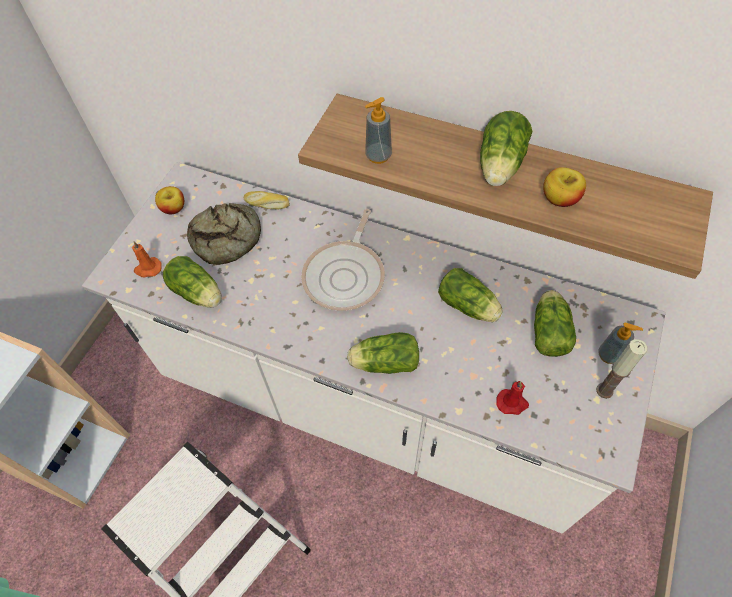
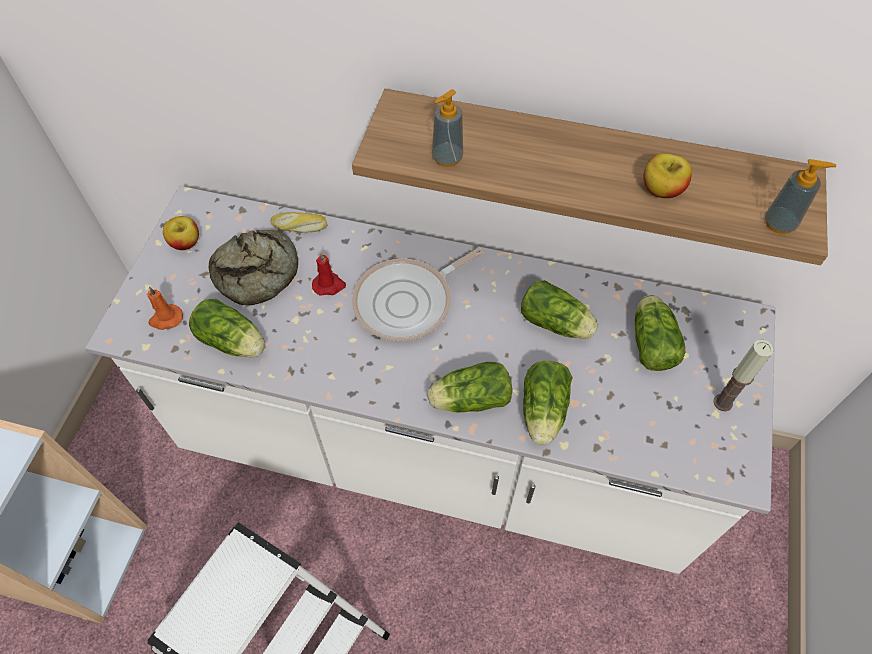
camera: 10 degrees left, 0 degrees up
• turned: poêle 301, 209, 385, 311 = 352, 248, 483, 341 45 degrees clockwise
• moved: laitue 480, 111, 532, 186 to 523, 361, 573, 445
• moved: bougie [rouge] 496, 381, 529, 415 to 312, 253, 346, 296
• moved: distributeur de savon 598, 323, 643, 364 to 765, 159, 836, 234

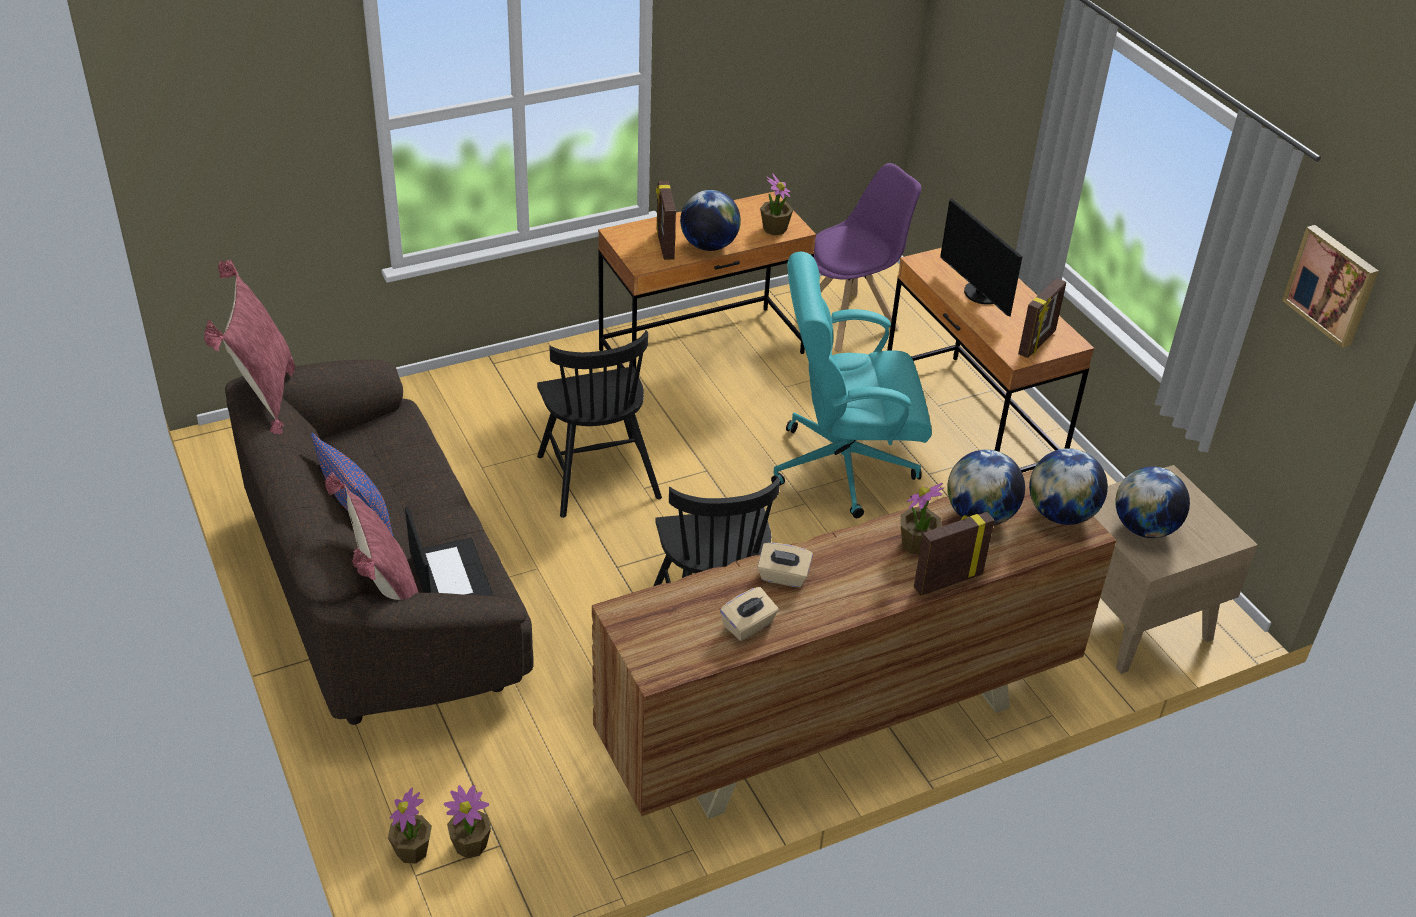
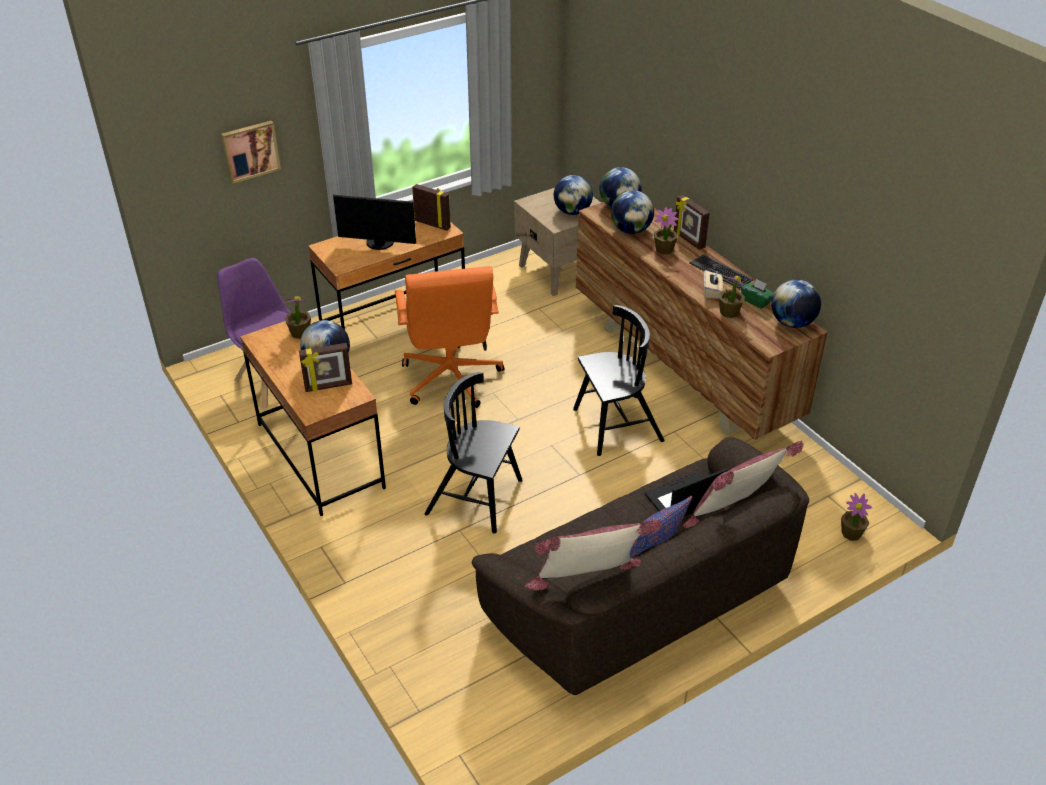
camera: 95 degrees left, 0 degrees up
• moved: plante en pot 444, 785, 491, 859 to 719, 274, 745, 318
• turned: chaise [noir] 537, 330, 662, 518 = 424, 372, 523, 533 135 degrees counterclockwise
• recoloured: boîte à mouchoirs [beige] 720, 587, 779, 641 to boîte à mouchoirs [vert] 741, 279, 774, 309
• recoloured: chaise de bureau [turquoise] 771, 252, 932, 518 to chaise de bureau [orange] 395, 266, 504, 408
• turned: écran d'ordinateur 940, 198, 1023, 317 = 333, 195, 416, 250 45 degrees clockwise
• moved: tableau 1282, 225, 1379, 348 to 221, 121, 281, 184
• added: clavier 689, 254, 753, 289
• added: globe 771, 279, 821, 328

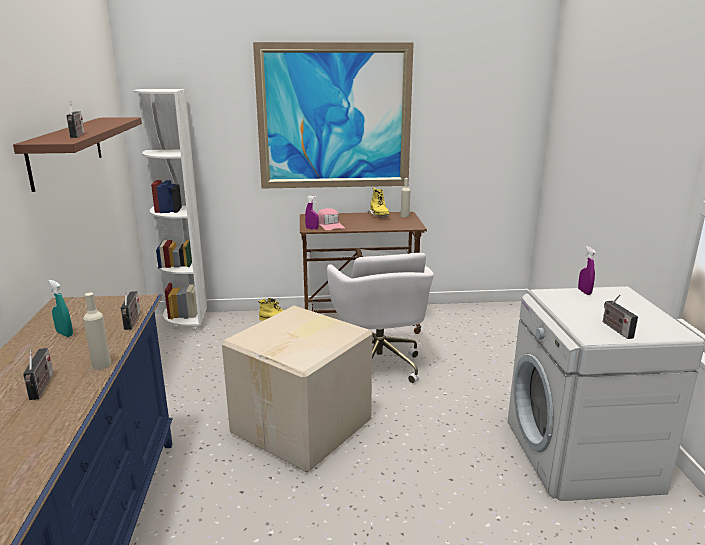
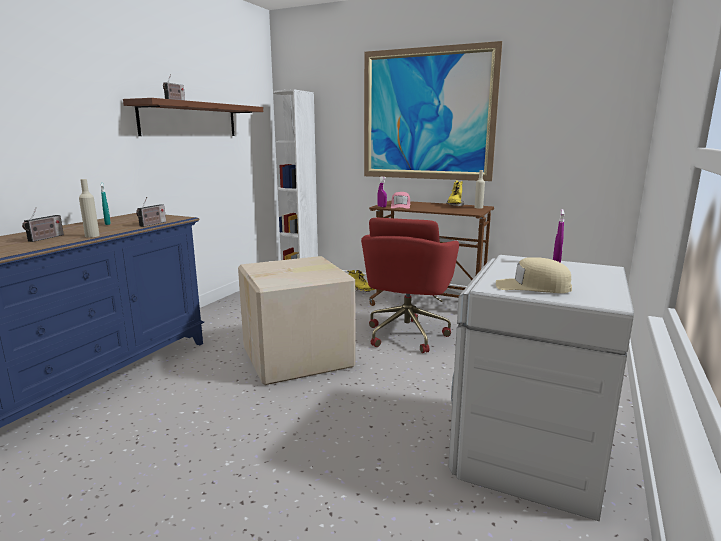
camera: 30 degrees right, 5 degrees down
• recoloured: chaise de bureau [blanc] 327, 253, 434, 383 to chaise de bureau [rouge] 361, 218, 459, 353
• replaced: radio 603, 294, 638, 339 to casquette [beige] 496, 257, 572, 293

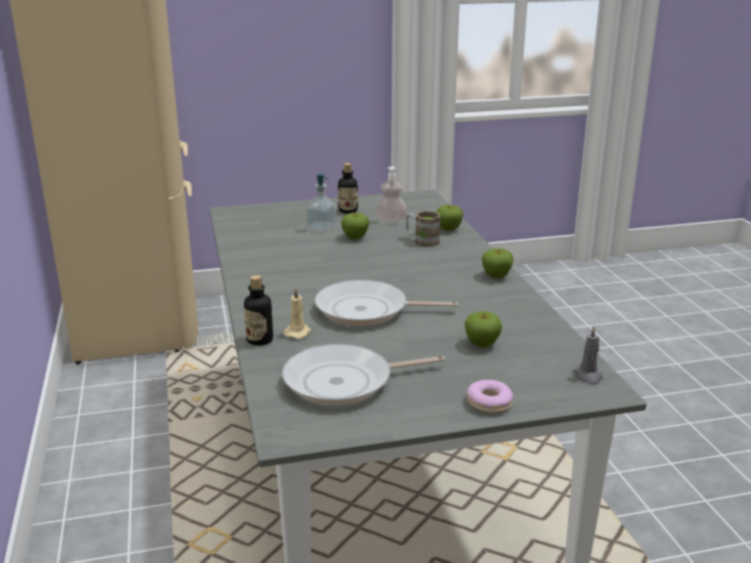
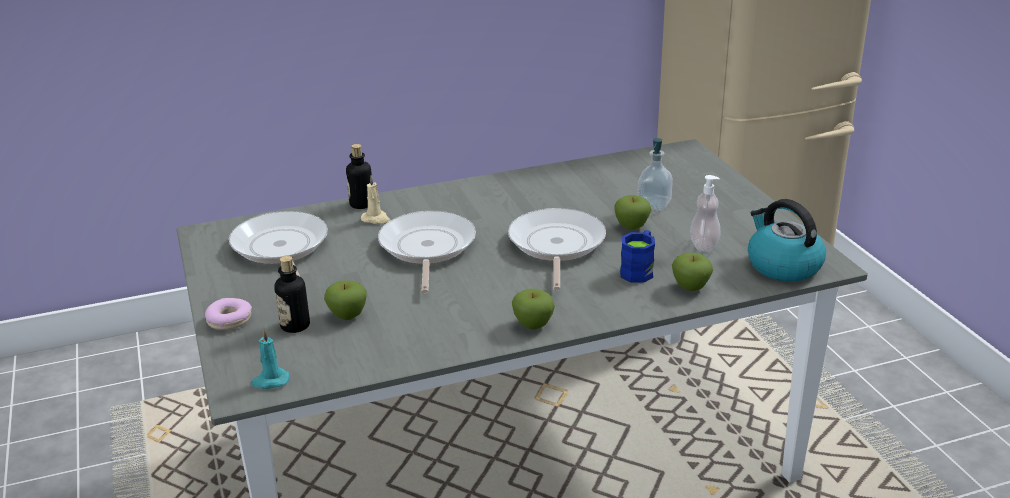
camera: 85 degrees right, 5 degrees up
• moved: bouteille 338, 163, 358, 214 to 274, 256, 310, 333
• recoloured: mug [marron] 406, 211, 441, 247 to mug [bleu] 620, 230, 655, 283
• recoloured: bougie [gris] 572, 327, 603, 385 to bougie [turquoise] 251, 329, 290, 389
• added: poêle 508, 208, 606, 290
• added: bouilloire 748, 199, 826, 281

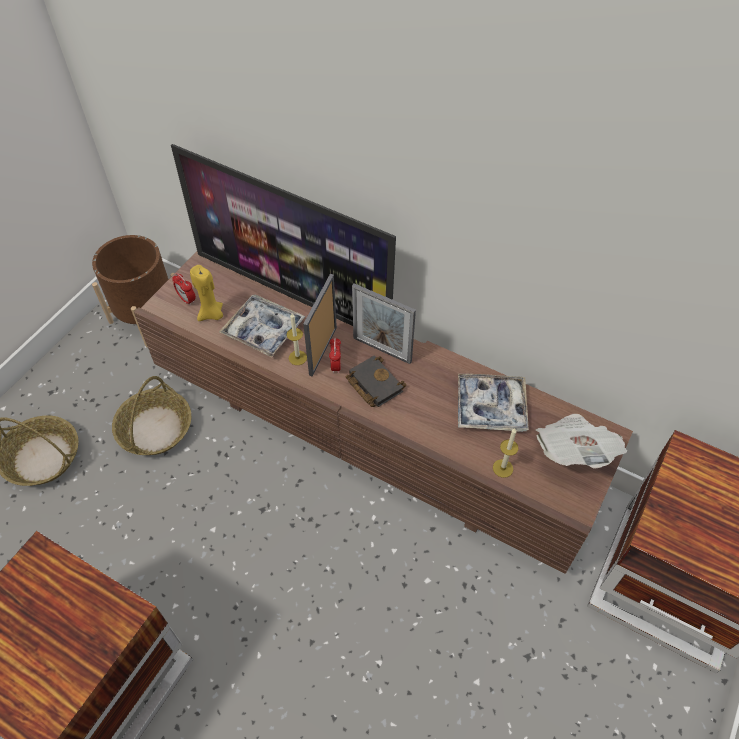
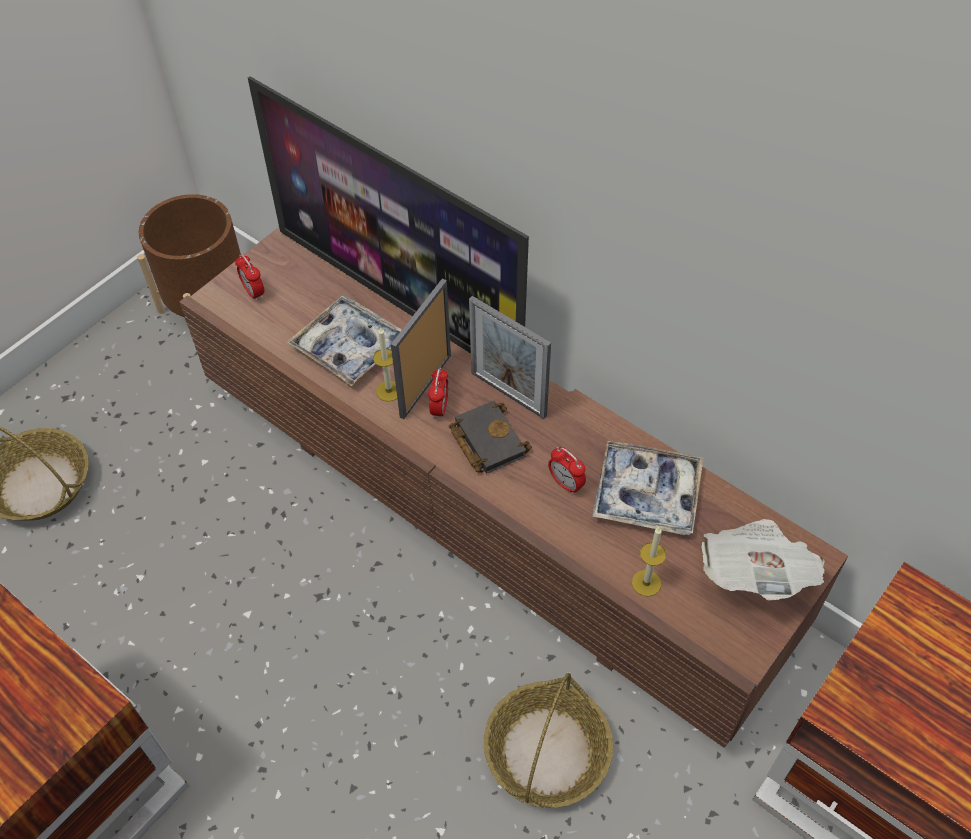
camera: 10 degrees right, 0 degrees up
• moved: panier 112, 376, 191, 455 to 484, 673, 613, 808
• removed: bougie [jaune] 190, 265, 223, 321
• added: réveil 548, 447, 586, 494

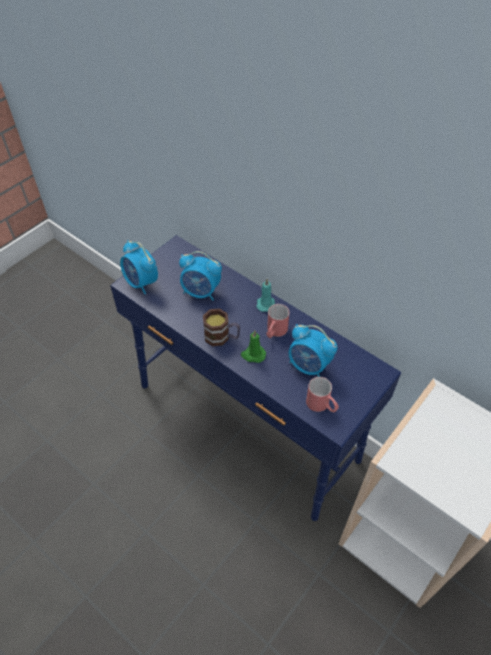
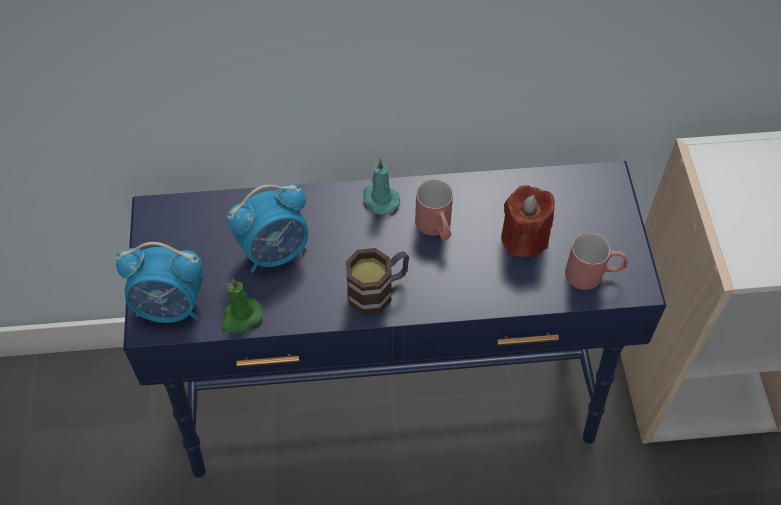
camera: 45 degrees left, 5 degrees up
• moved: bougie [vert] 241, 330, 266, 363 to 221, 278, 263, 333
• replaced: réveil 288, 324, 337, 377 to bougie [rouge] 501, 185, 555, 257

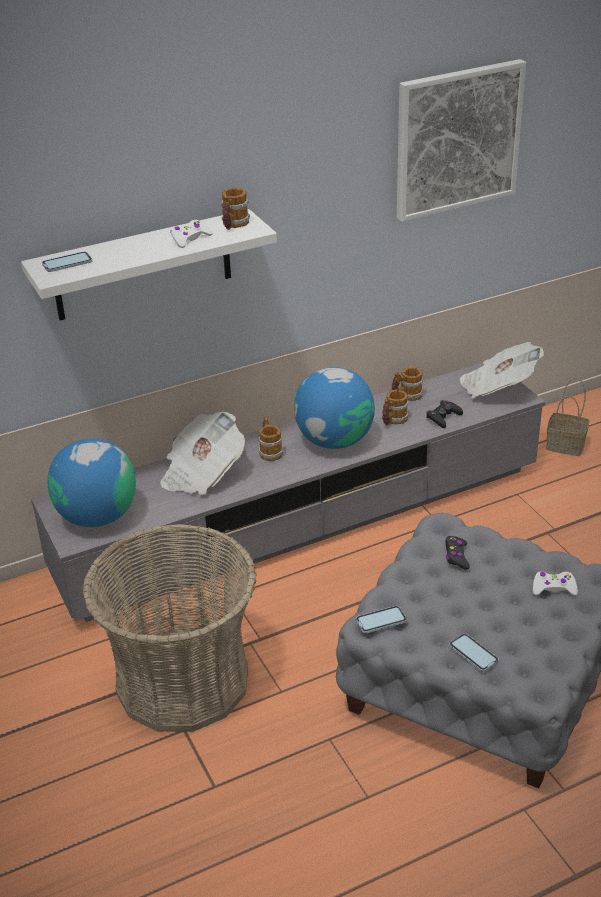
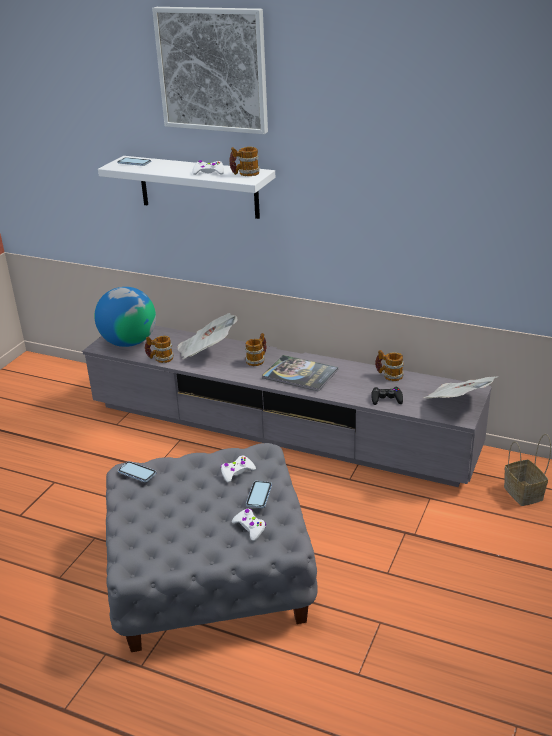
camera: 50 degrees right, 5 degrees down
• removed: panier 82, 524, 257, 732
• replaced: globe 294, 367, 375, 449 to livre 262, 355, 338, 392
• moved: mug 382, 390, 409, 425 to 145, 336, 174, 363
• moved: tableau 397, 59, 526, 222 to 152, 7, 268, 134
• recoloured: manette [noir] 445, 536, 470, 569 to manette [blanc] 221, 456, 256, 483
• moved: téléphone 449, 633, 499, 672 to 246, 481, 272, 508

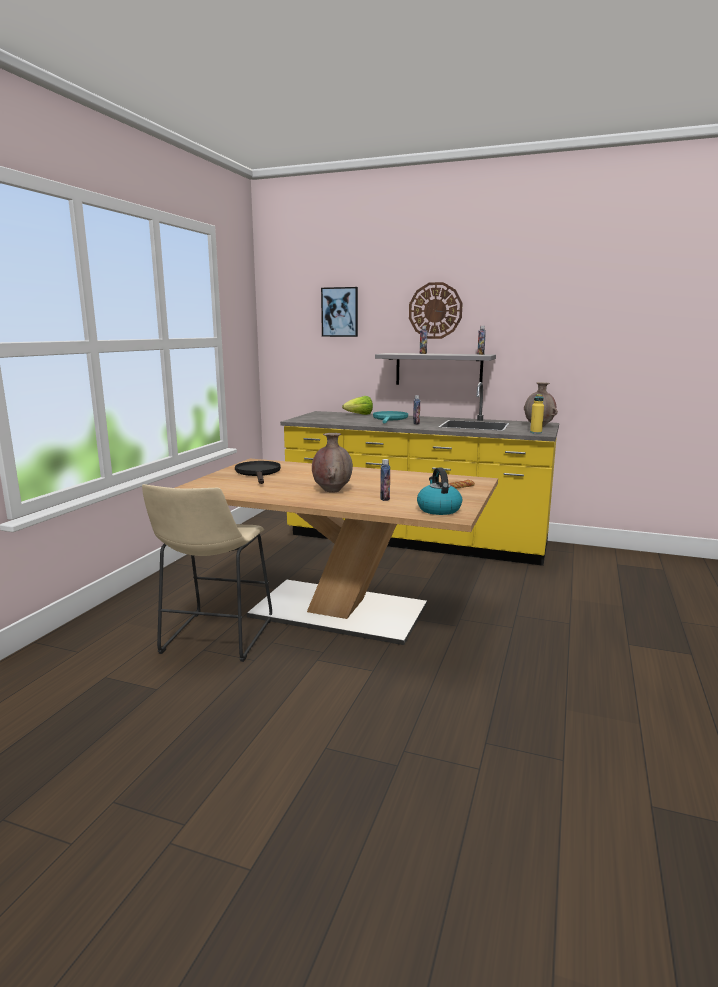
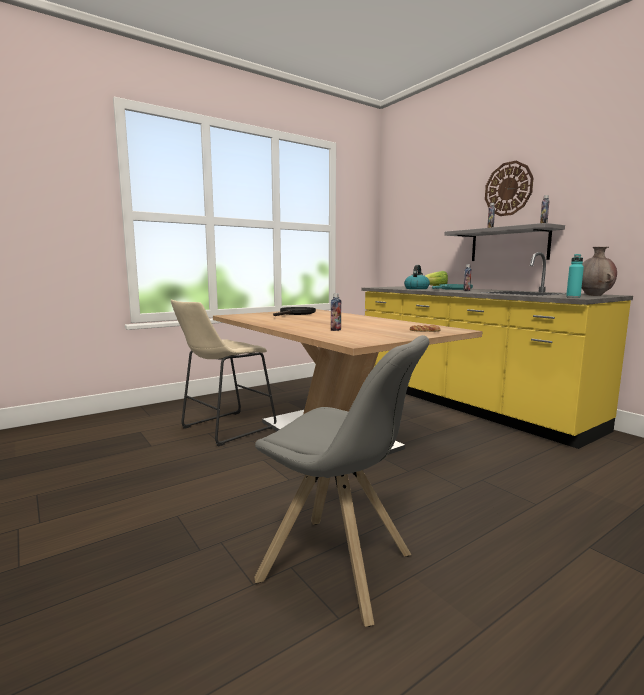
camera: 35 degrees right, 5 degrees down
• removed: vase [marron] 312, 433, 353, 492
• removed: tableau 321, 287, 358, 337
• moved: bouilloire 417, 468, 462, 515 to 404, 265, 430, 289
• recoloured: bouteille [jaune] 530, 394, 544, 434 to bouteille [turquoise] 566, 254, 584, 298
• added: chaise [gris] 254, 335, 429, 627

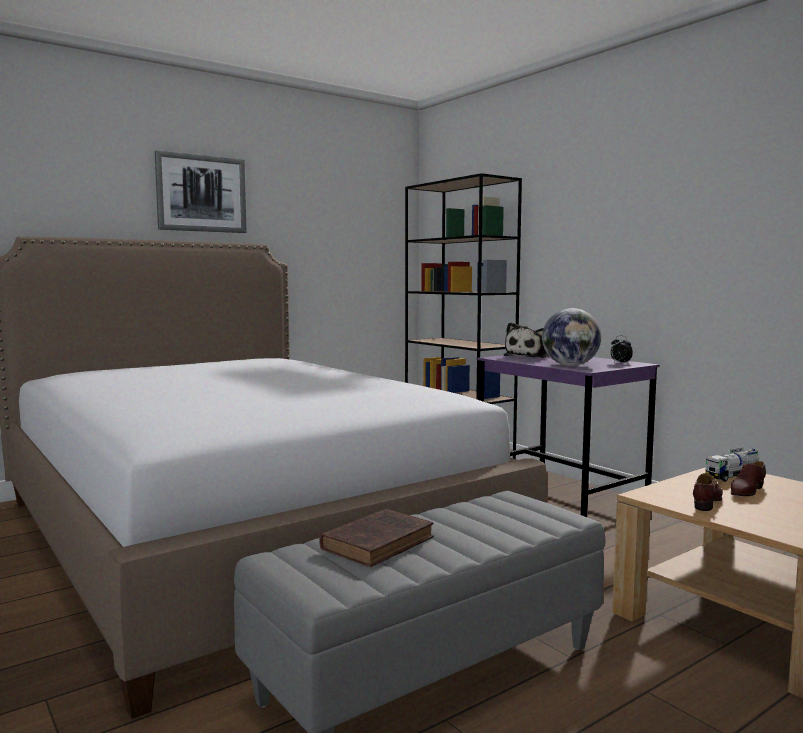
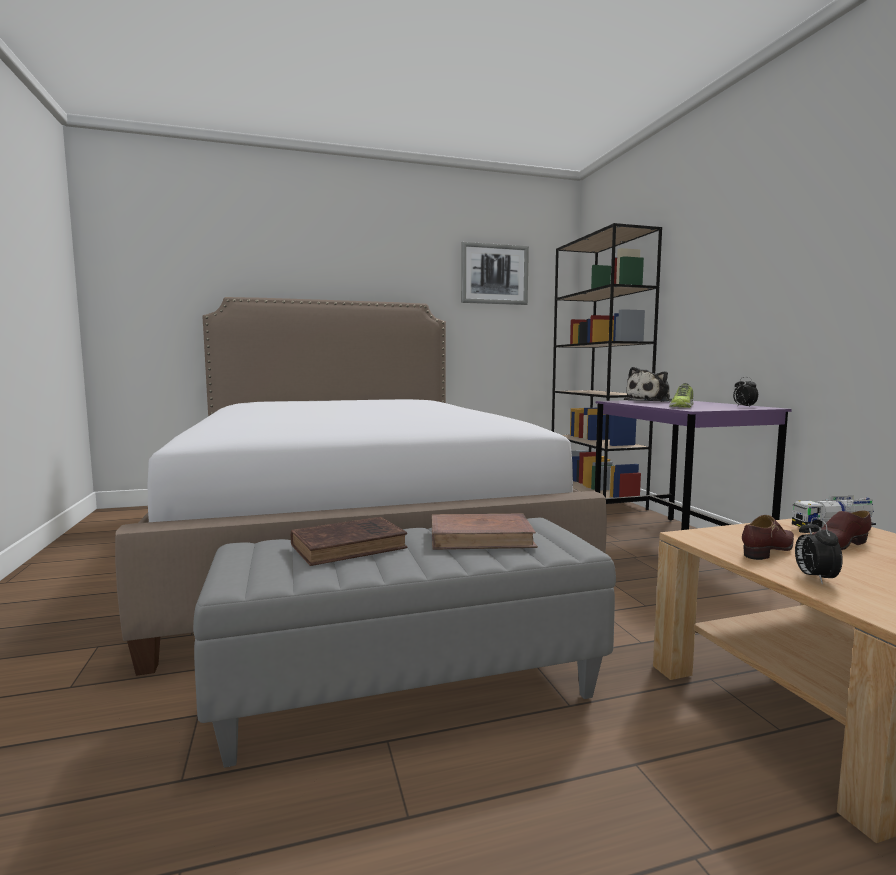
camera: 20 degrees right, 0 degrees up
• moved: tableau 155, 150, 247, 233 to 461, 242, 529, 305
• replaced: globe 542, 308, 601, 366 to chaussure 669, 383, 694, 408
• added: livre [marron] 432, 513, 538, 550
• added: réveil 795, 517, 843, 584

